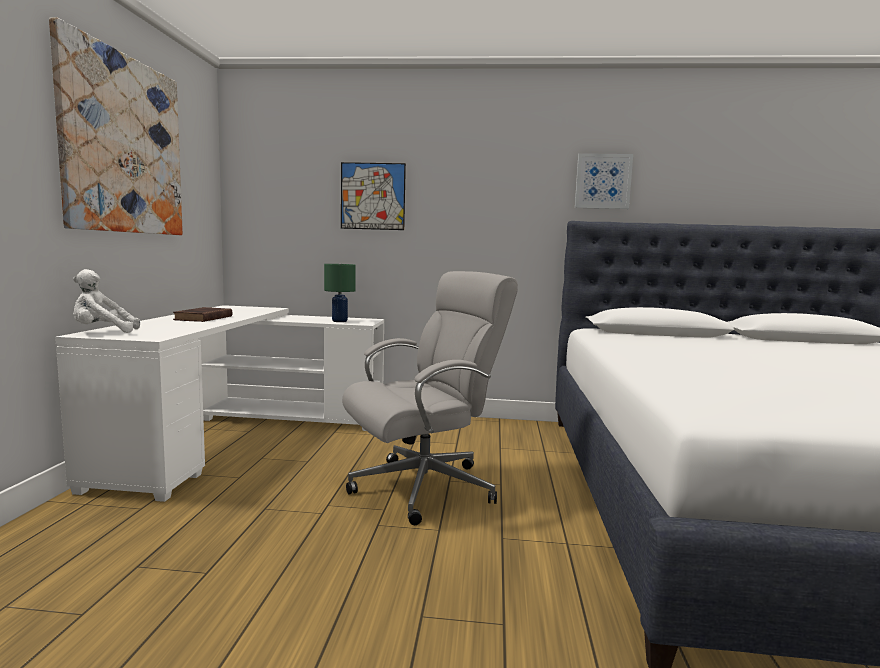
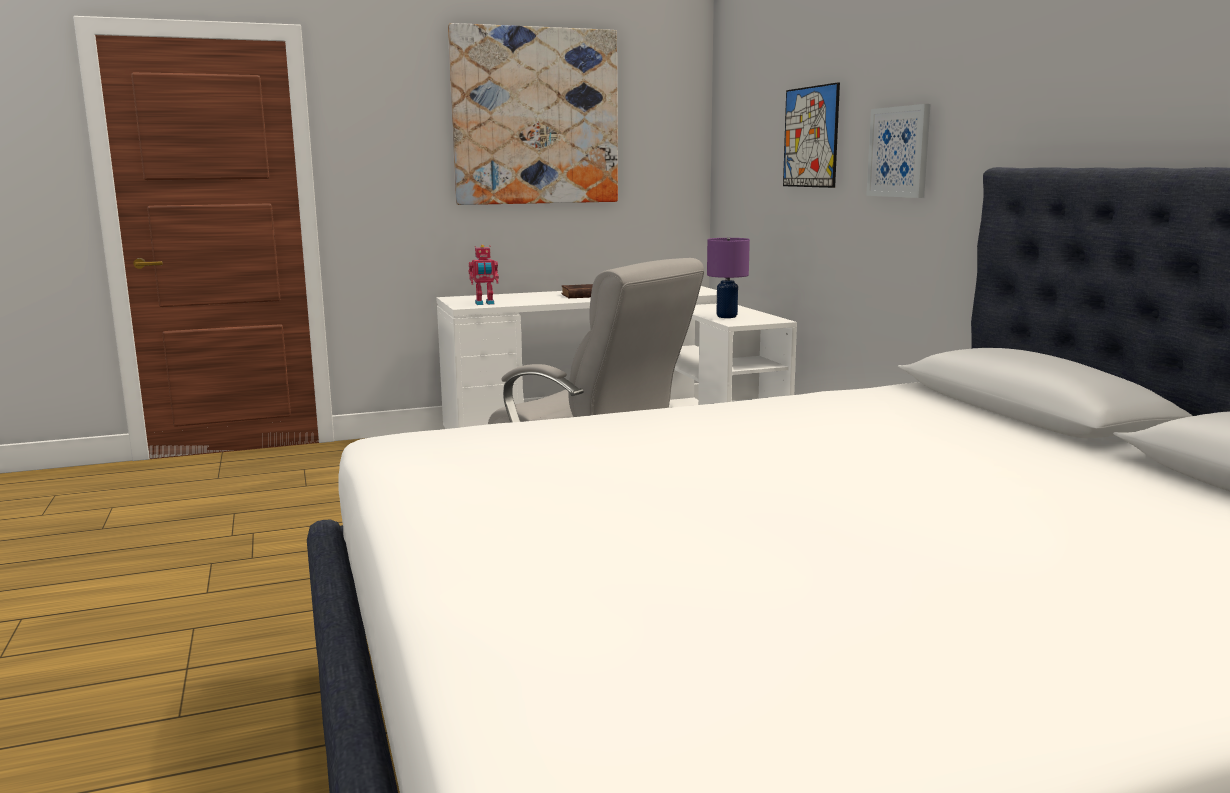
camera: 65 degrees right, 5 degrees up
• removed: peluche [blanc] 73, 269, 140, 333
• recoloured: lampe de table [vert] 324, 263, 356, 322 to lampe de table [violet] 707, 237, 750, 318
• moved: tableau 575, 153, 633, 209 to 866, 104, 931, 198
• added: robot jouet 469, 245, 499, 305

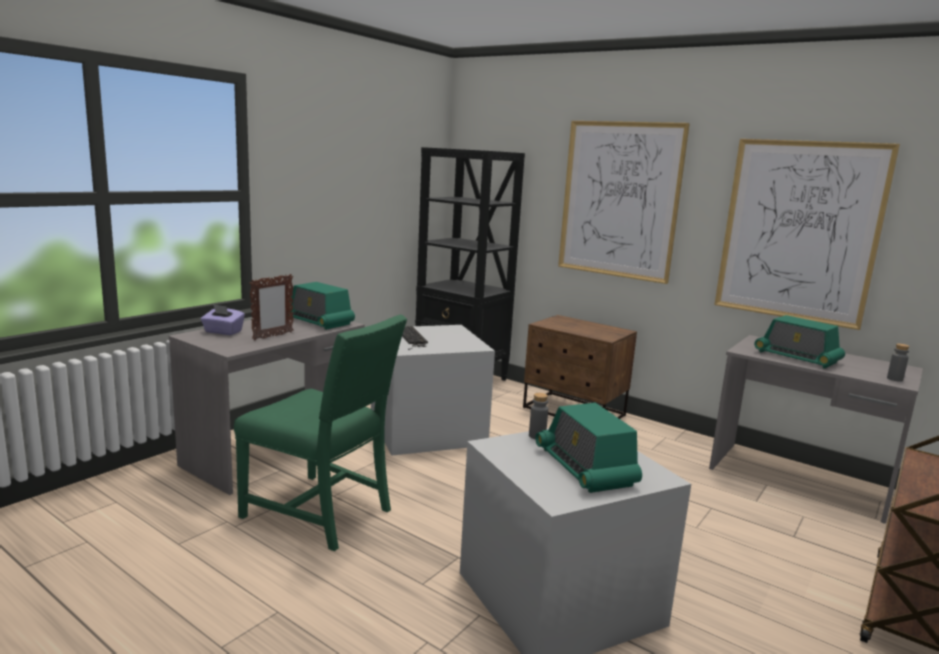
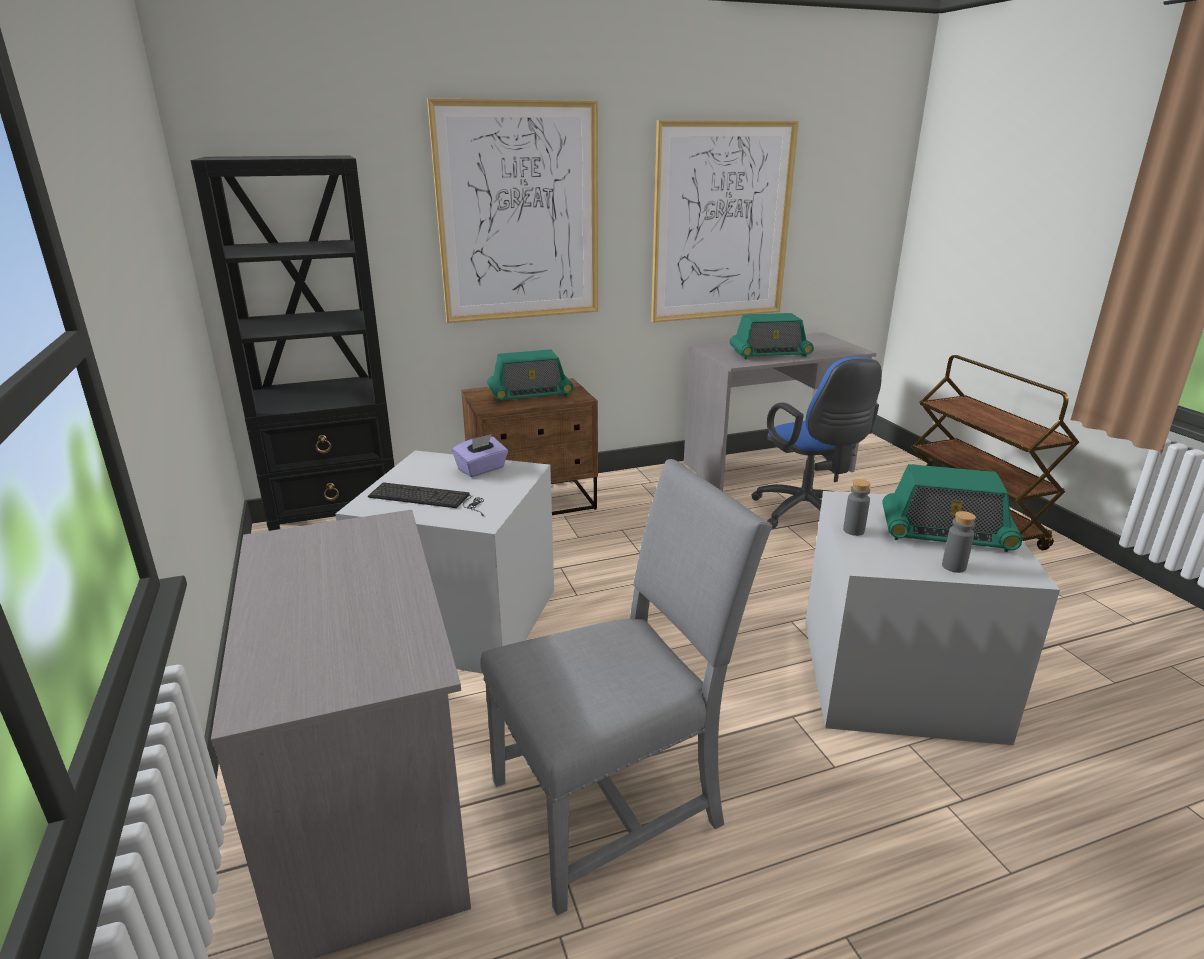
camera: 55 degrees left, 10 degrees up
• moved: boîte à mouchoirs [violet] 201, 304, 245, 335 to 452, 434, 508, 477
• recoloured: chaise [vert] 234, 315, 407, 551 to chaise [gris] 480, 459, 773, 916
• removed: cadre photo 249, 274, 294, 340
• moved: radio 288, 282, 355, 330 to 487, 349, 574, 403
• moved: bouteille [gris] 887, 343, 910, 382 to 942, 511, 976, 573
• added: chaise de bureau [bleu] 751, 357, 882, 529

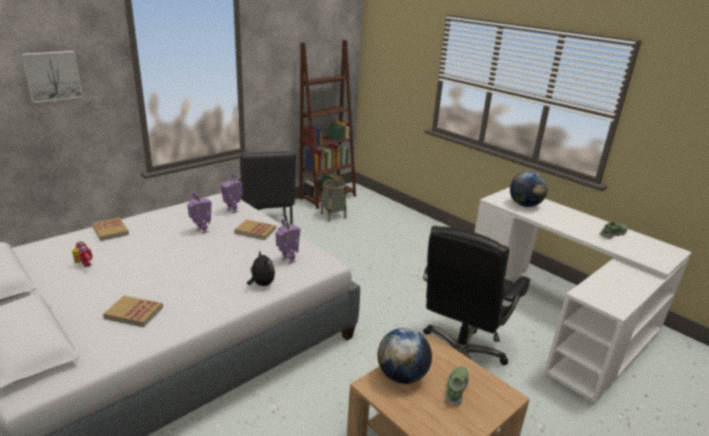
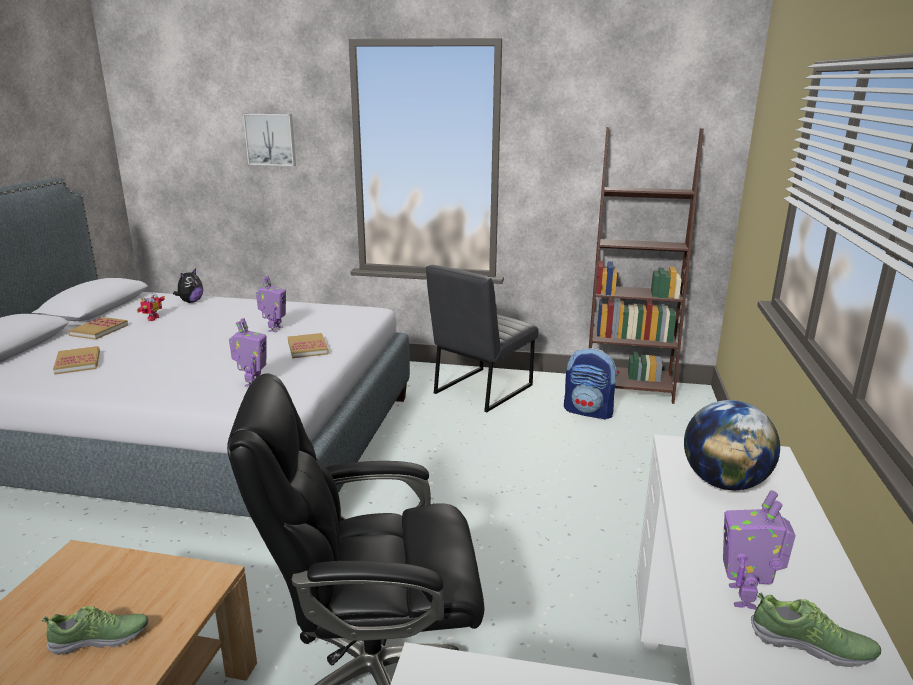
camera: 55 degrees right, 5 degrees down
• moved: livre 93, 217, 129, 241 to 68, 317, 128, 340
• moved: robot jouet 221, 172, 242, 214 to 723, 490, 796, 610
• moved: peluche 247, 251, 275, 286 to 173, 268, 203, 303
• replaced: panier 320, 179, 346, 221 to sac à dos 564, 348, 619, 420
• removed: globe 377, 328, 432, 384

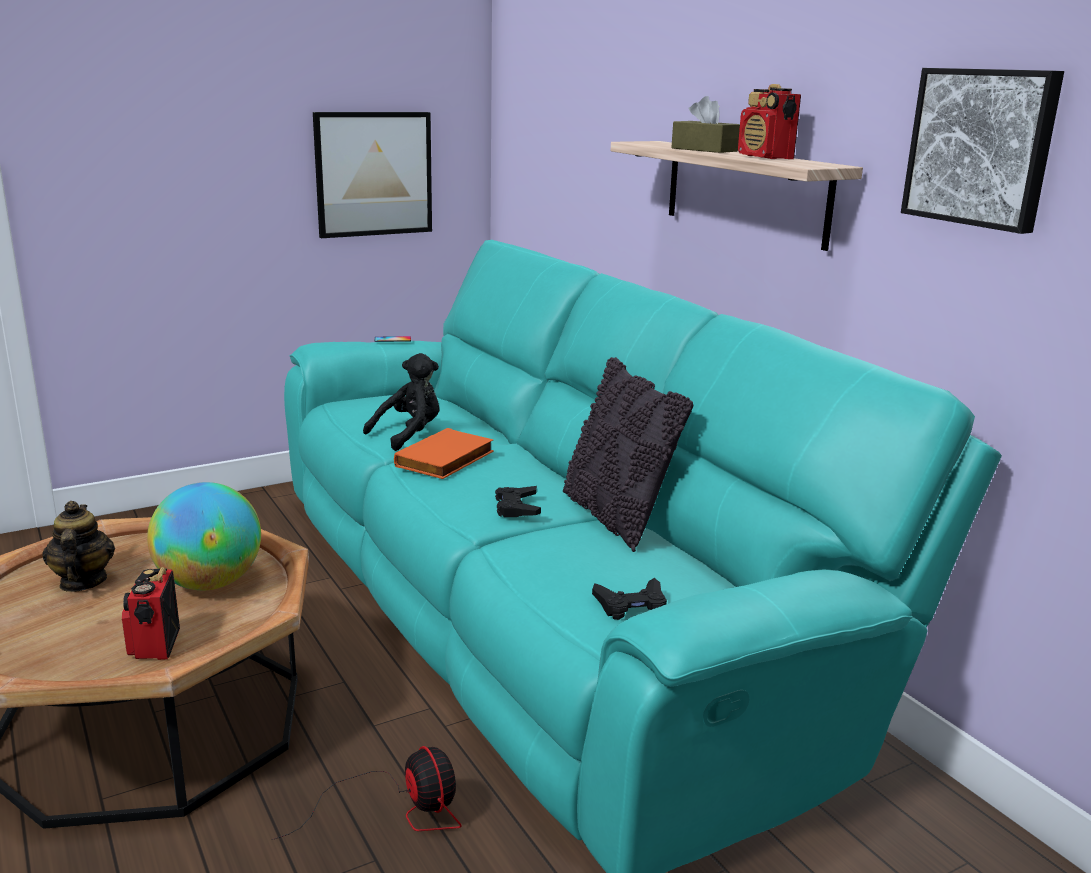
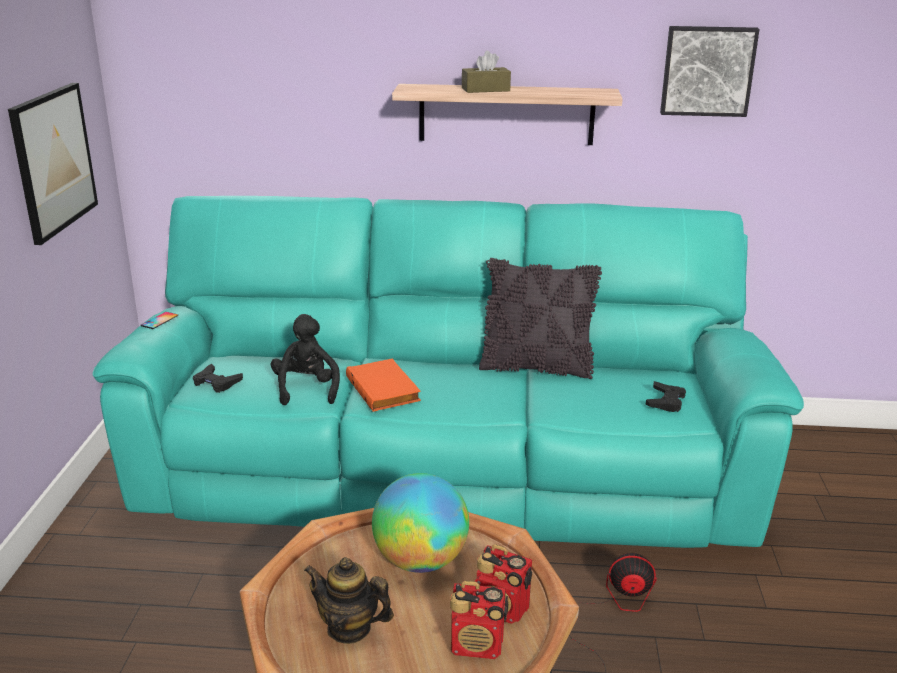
camera: 55 degrees left, 5 degrees up
• moved: manette [noir] 495, 486, 541, 517 to 193, 364, 243, 393
• moved: radio 738, 84, 801, 159 to 450, 581, 508, 659

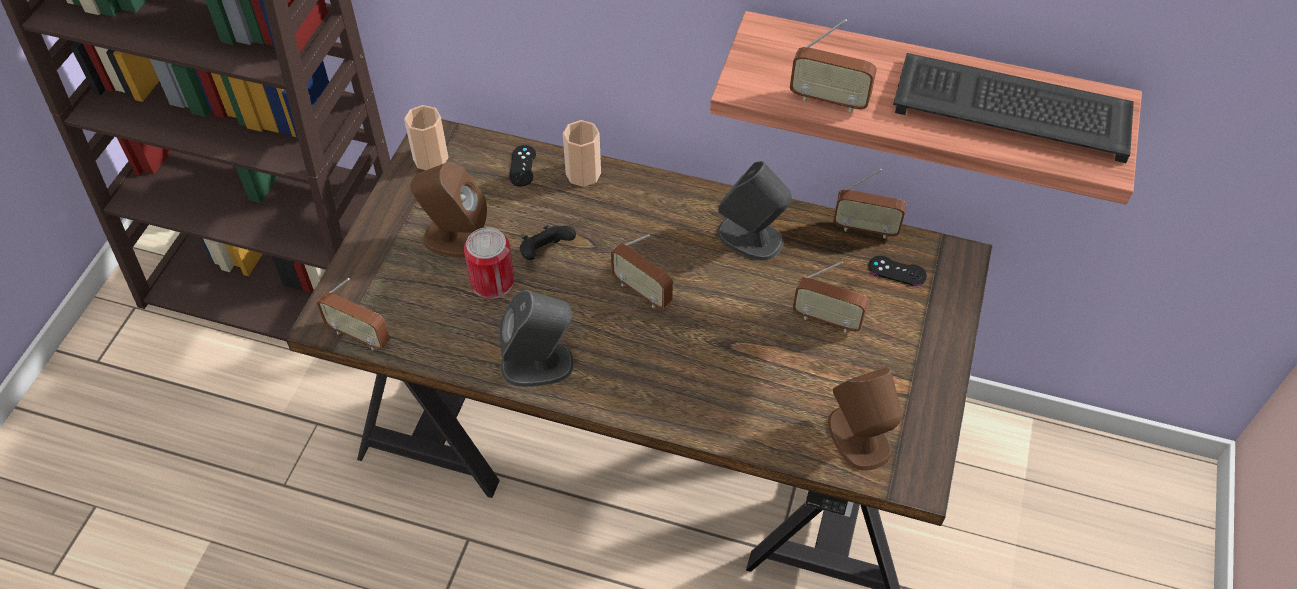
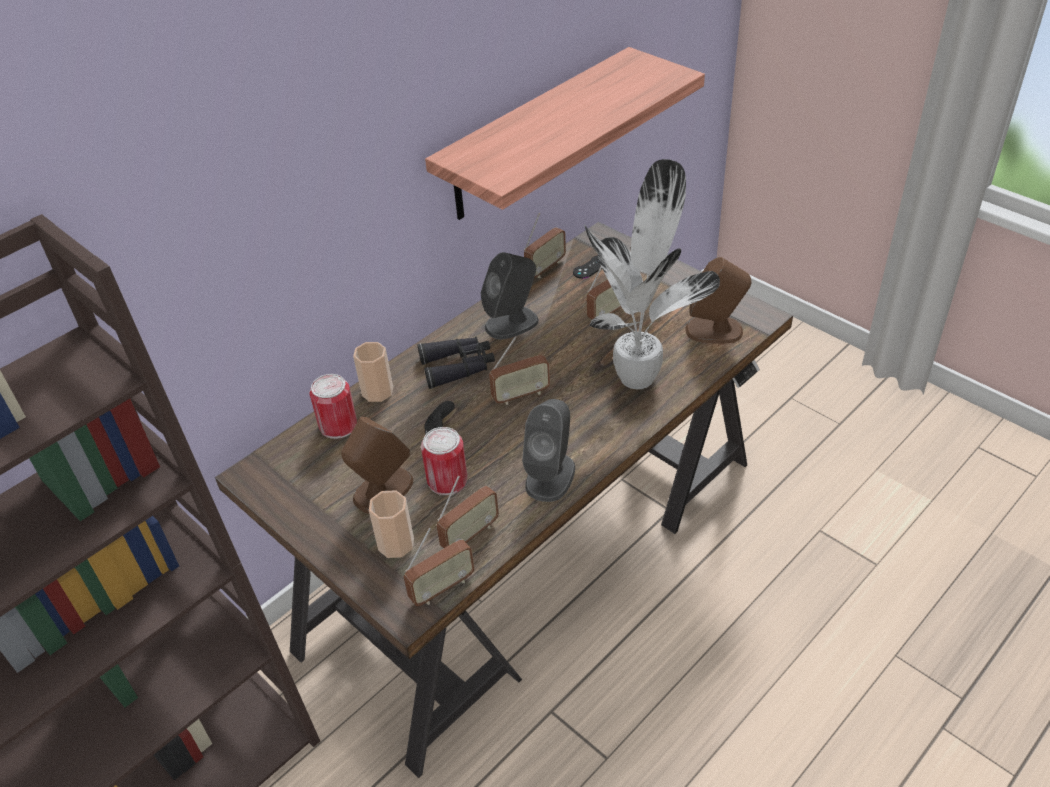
camera: 60 degrees left, 10 degrees down
• moved: tasse 404, 105, 448, 170 to 369, 490, 414, 558
• replaced: manette [noir] 509, 145, 536, 187 to boîte métallique 310, 374, 357, 439
• moved: radio 790, 19, 877, 113 to 437, 476, 499, 548
• removed: clavier 893, 53, 1134, 163
• added: jumelles [noir] 417, 337, 495, 389
• added: plante en pot 584, 159, 720, 389

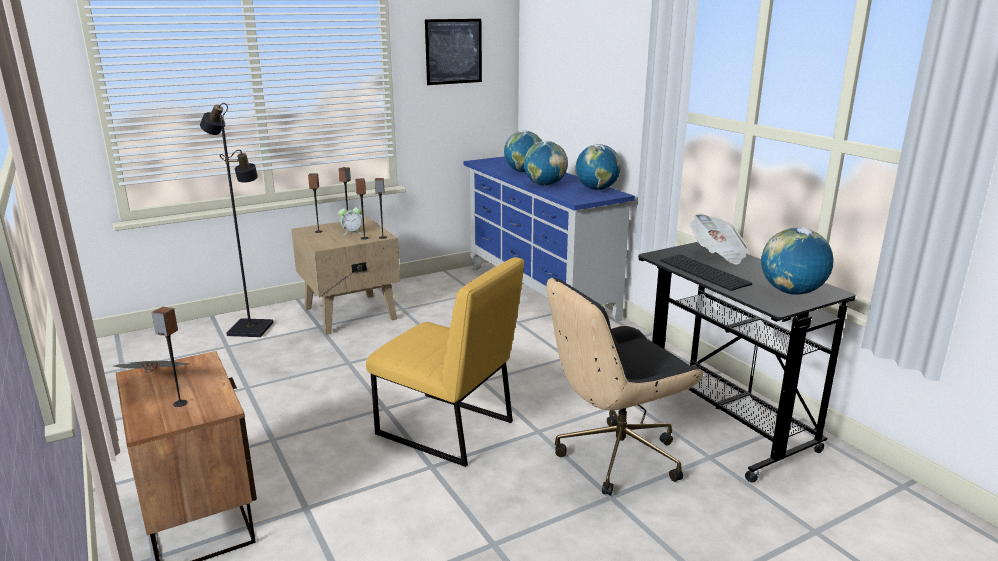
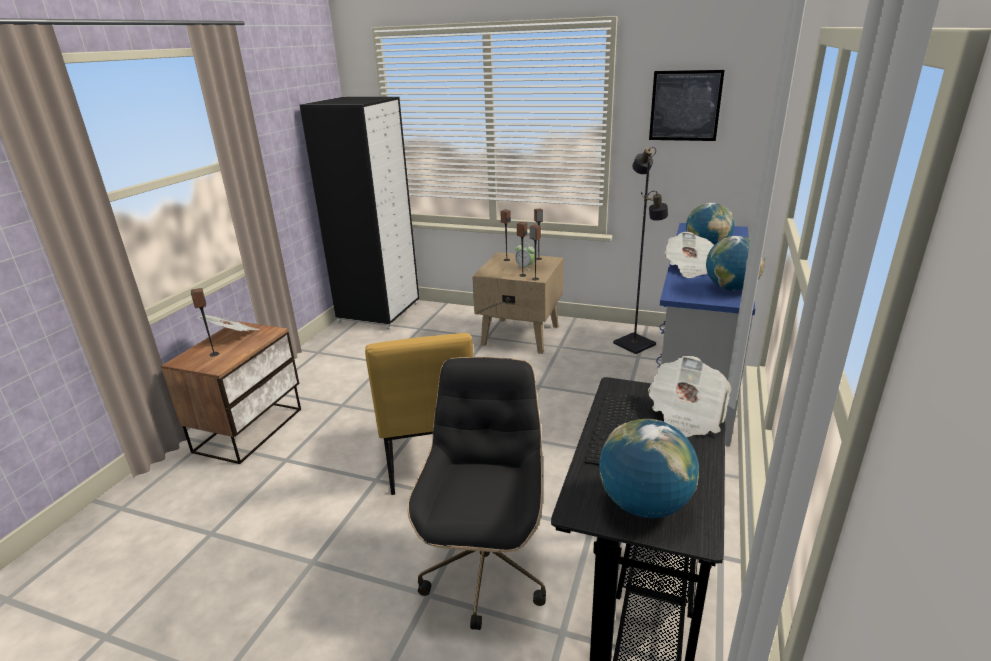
camera: 50 degrees right, 5 degrees up
• moved: lampadaire [noir] 200, 103, 273, 337 to 613, 147, 668, 354
• replaced: globe 524, 141, 568, 186 to journal 665, 232, 714, 278
• turned: chaise de bureau [noir] 546, 278, 704, 496 = 408, 357, 546, 630 75 degrees clockwise
• added: armoire 300, 97, 419, 329

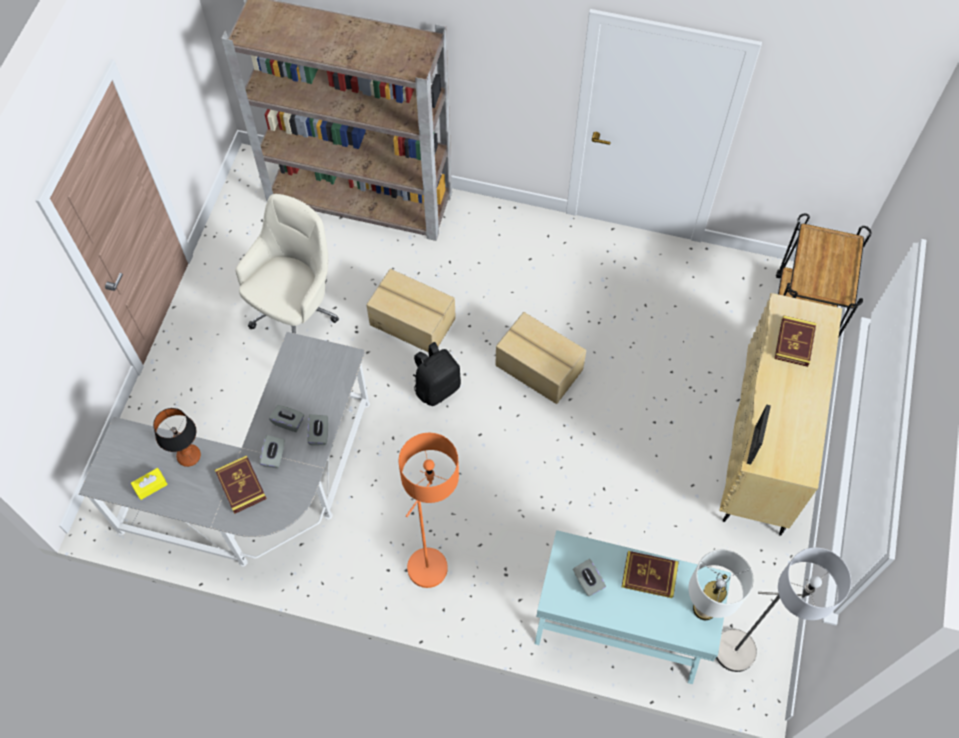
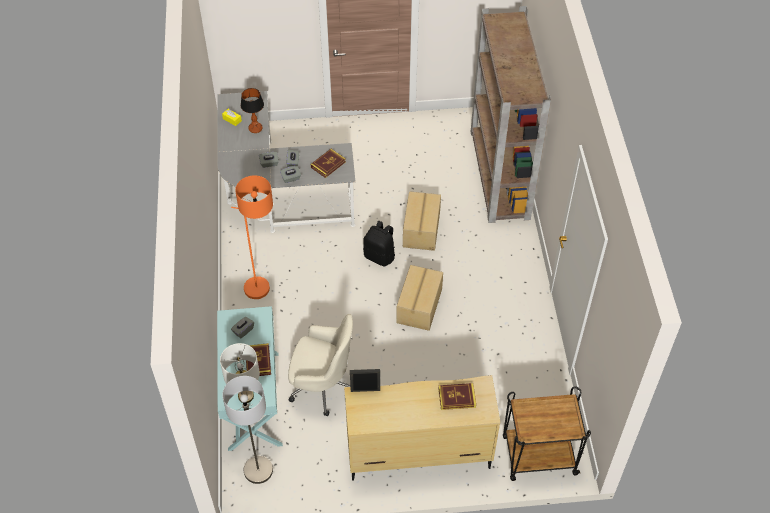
camera: 70 degrees right, 10 degrees down
• moved: livre 215, 455, 267, 514 to 311, 149, 346, 178
• moved: chaise de bureau [beige] 236, 194, 339, 334 to 288, 314, 353, 416

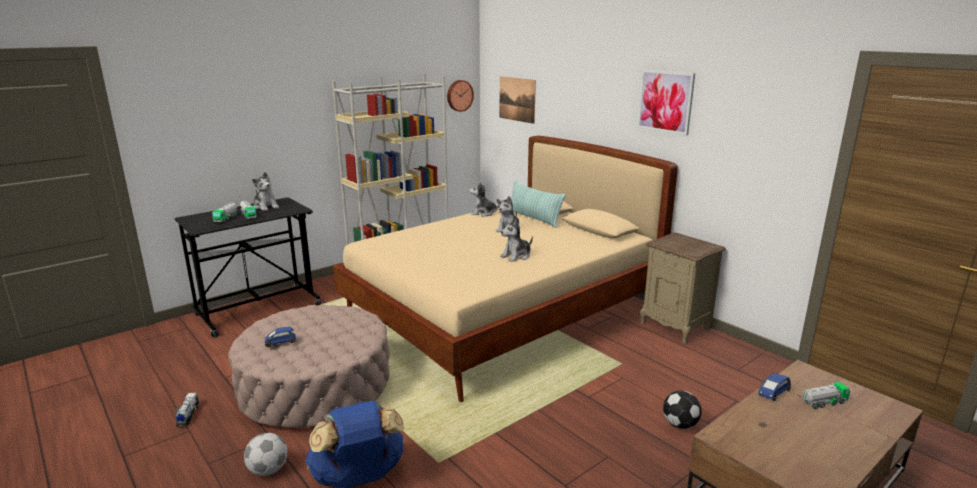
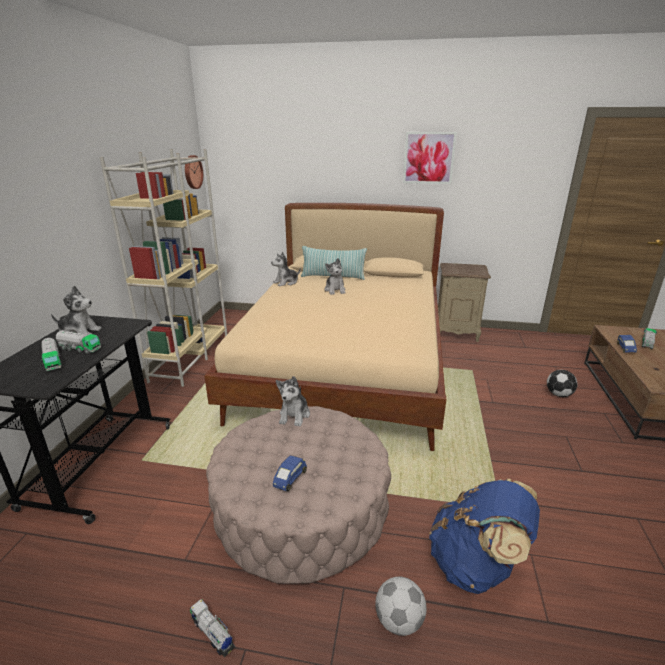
camera: 40 degrees left, 5 degrees up
• removed: tableau 500, 76, 536, 124
• moved: peluche 500, 219, 533, 262 to 276, 376, 310, 427

